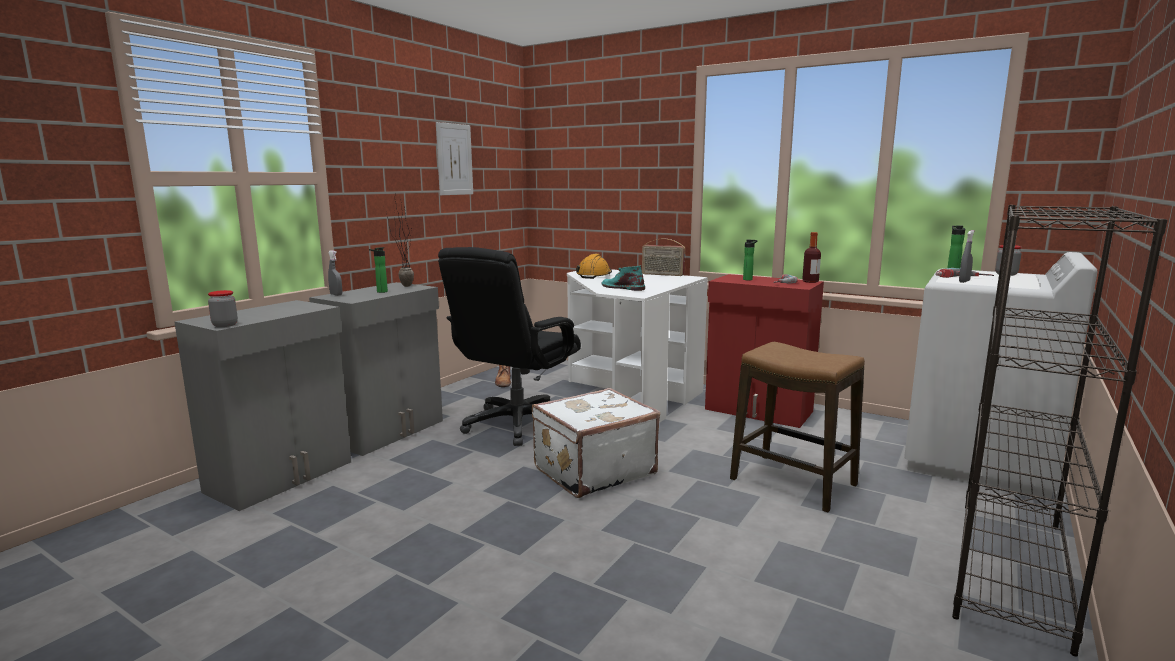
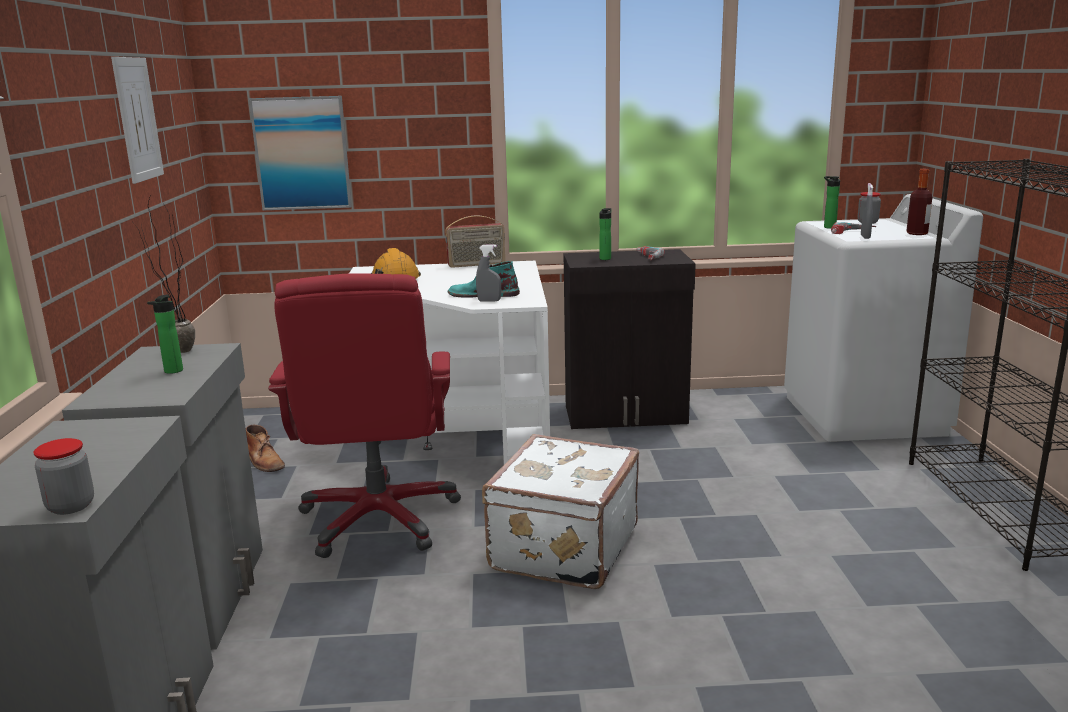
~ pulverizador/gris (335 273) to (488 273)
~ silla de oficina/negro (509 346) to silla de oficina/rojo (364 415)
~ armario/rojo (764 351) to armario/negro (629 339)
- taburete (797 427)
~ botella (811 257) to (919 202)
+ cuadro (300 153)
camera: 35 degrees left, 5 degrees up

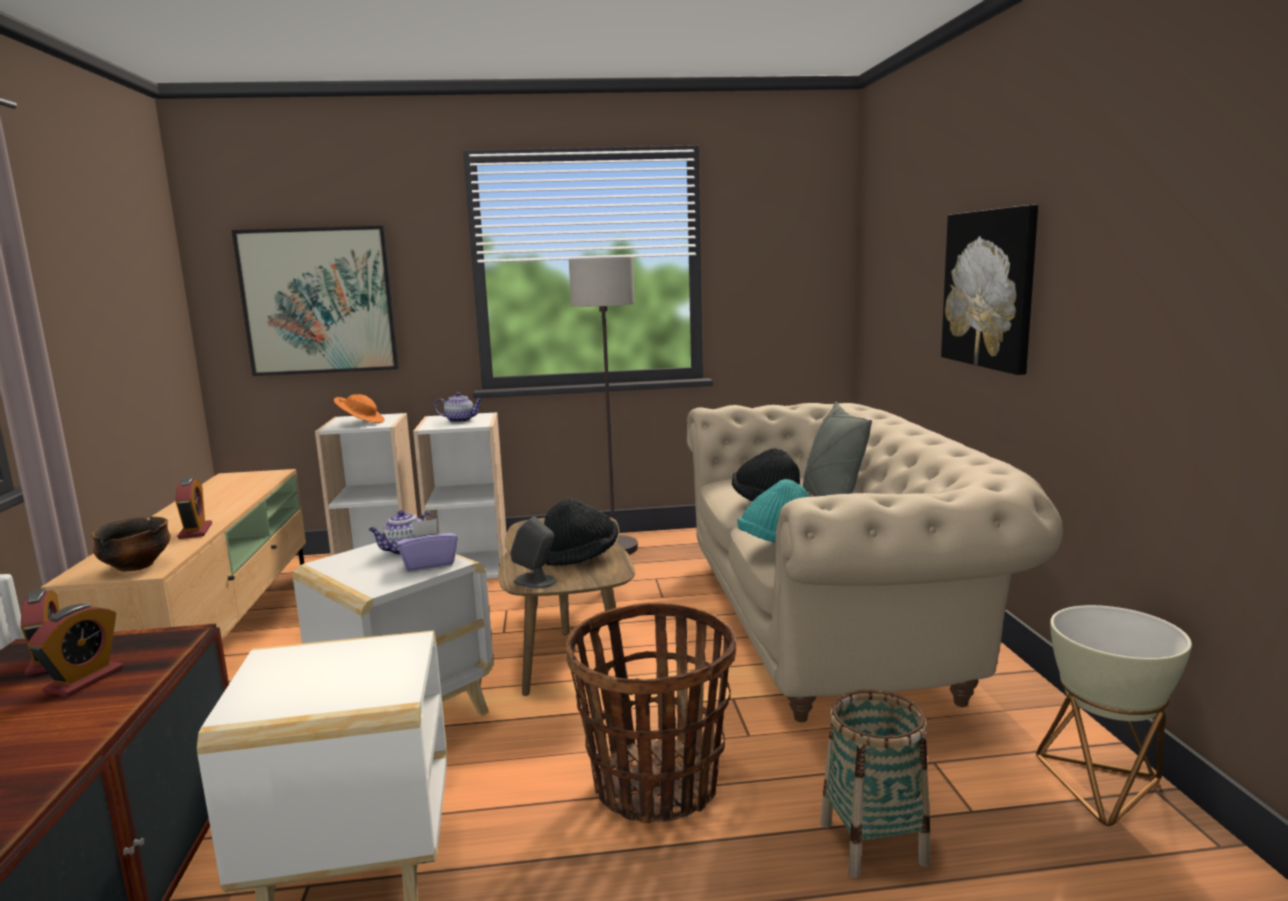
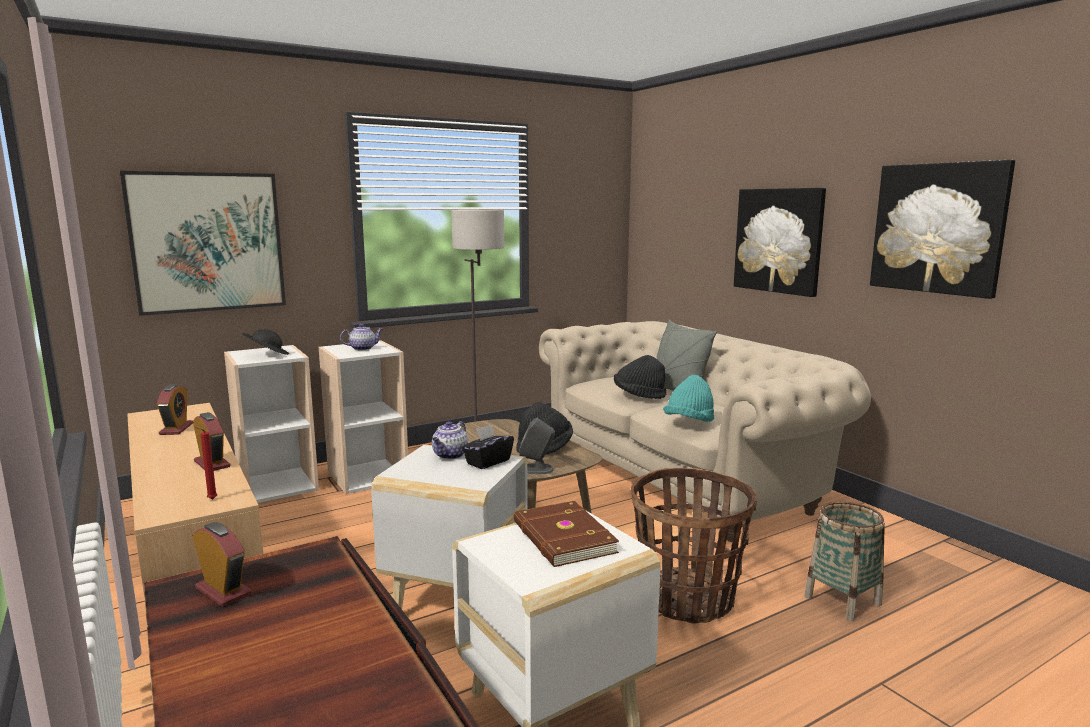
~ despertador (75 650) to (175 409)
~ cuenco (131 543) to vela/rojo (206 463)
~ sombrero/naranja (359 408) to sombrero/negro (265 342)
~ caja de pañuelos/morado (427 545) to caja de pañuelos/negro (488 447)
- maceta (1114 715)
+ libro/marrón (566 534)
+ cuadro (942 229)
camera: 25 degrees left, 0 degrees up

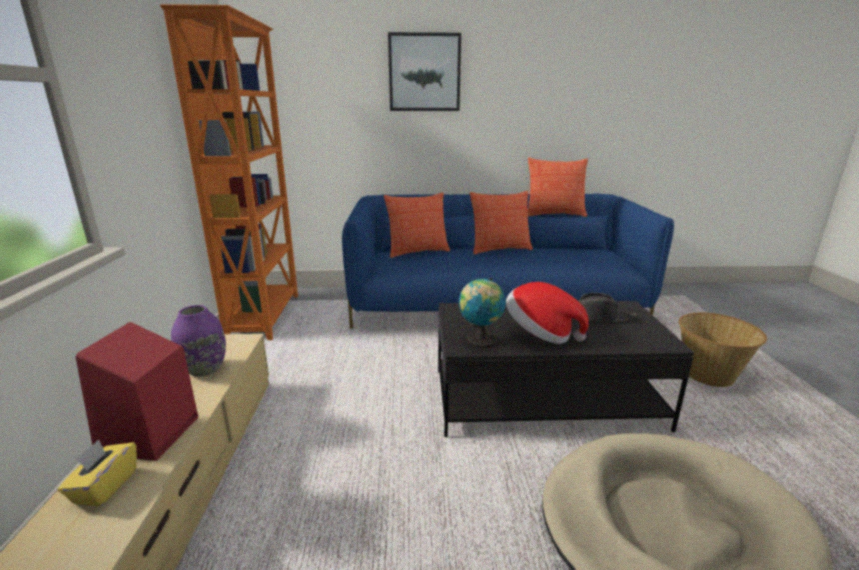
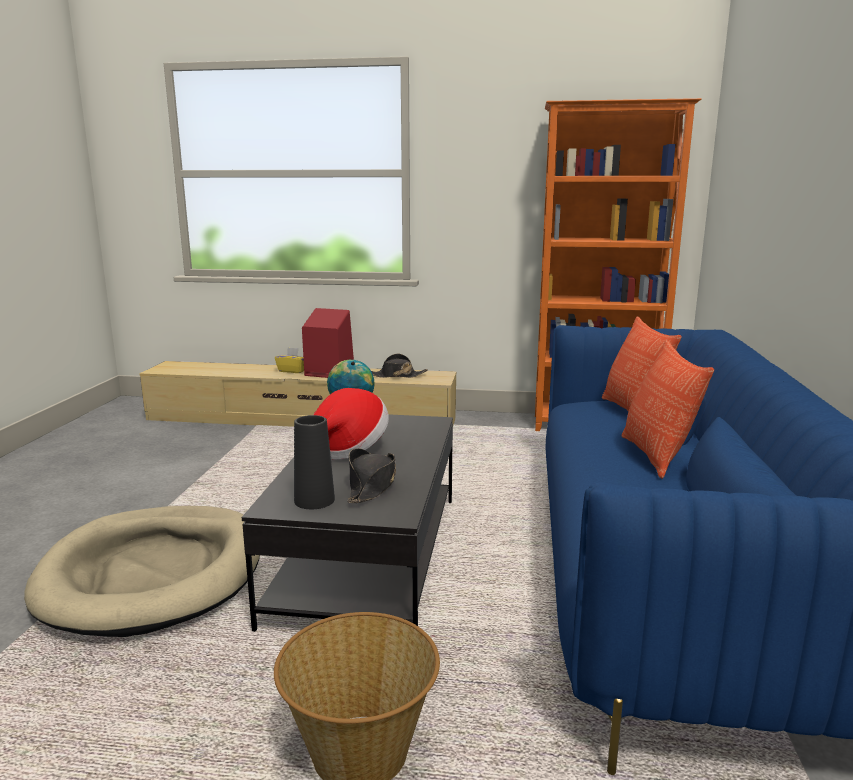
~ florero/morado (198 341) to sombrero/negro (400 366)
- cuadro (424 71)
- cojín/naranja (558 187)
+ florero/negro (314 462)
camera: 100 degrees right, 5 degrees down

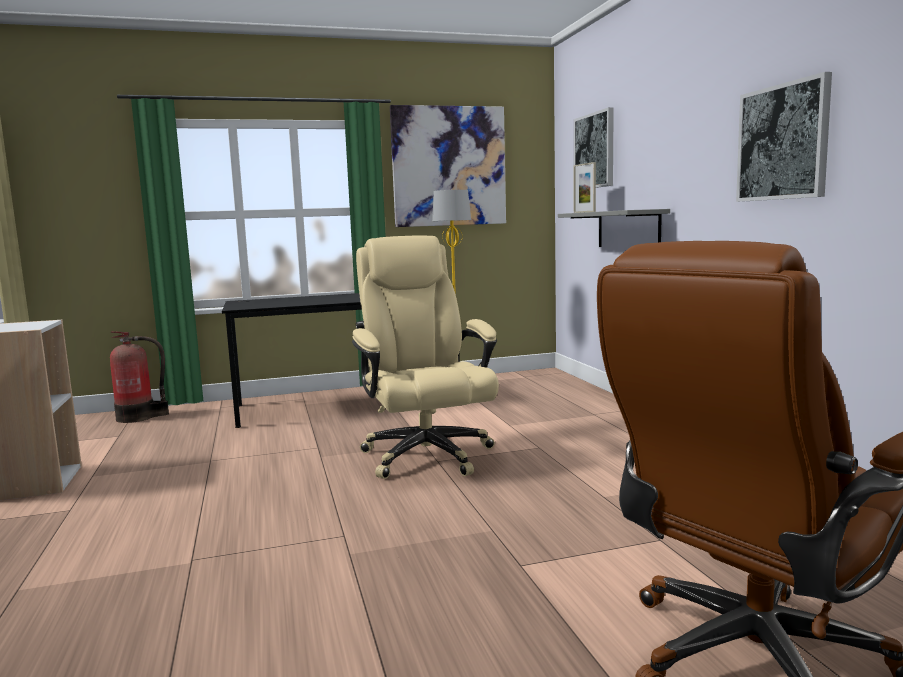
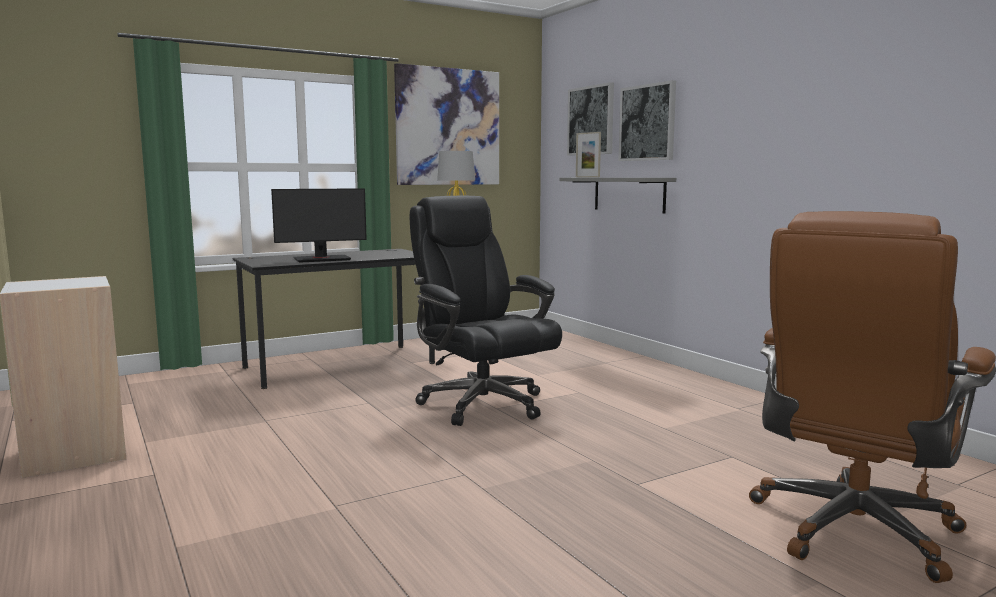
- extintor (139 377)
~ silla de oficina/beis (425 357) to silla de oficina/negro (486 311)
~ cuadro (784 137) to (647 120)
+ monitor (319 225)
camera: 15 degrees left, 0 degrees up

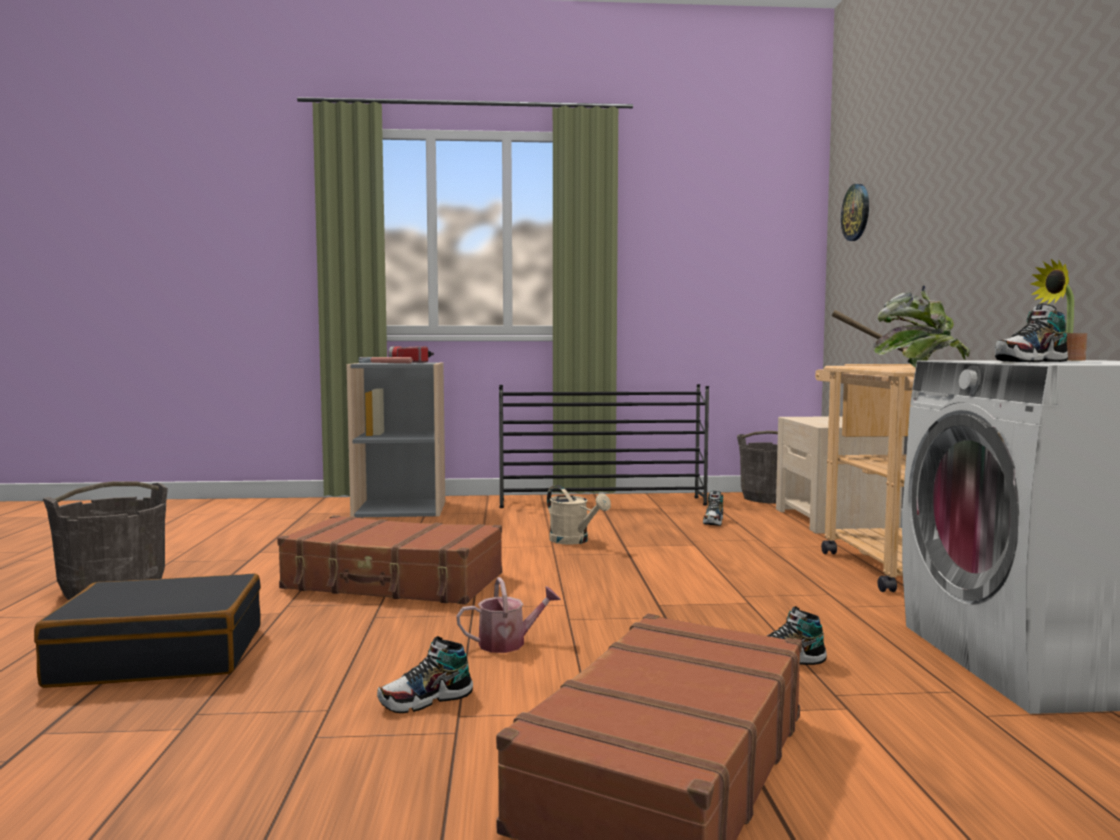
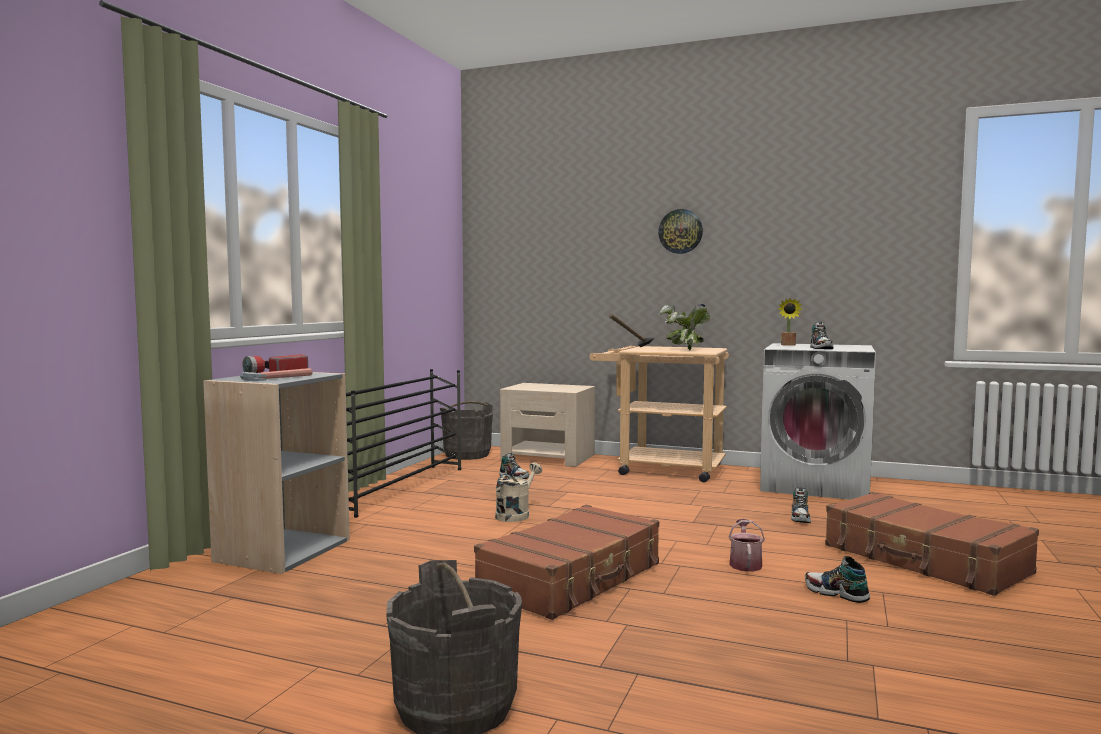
- maleta/negro (147 630)
~ zapato (425 674) = (837 579) 135 degrees clockwise
~ regadera/beis (579 515) = (518 492) 45 degrees counterclockwise
~ reloj de pared (855 212) to (680 231)
camera: 65 degrees left, 0 degrees up

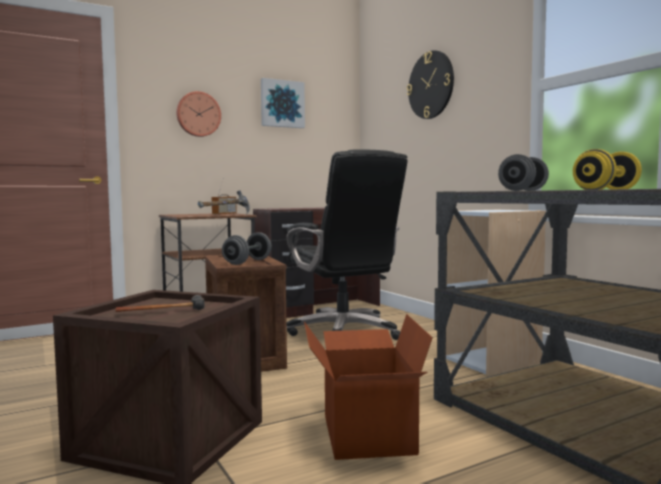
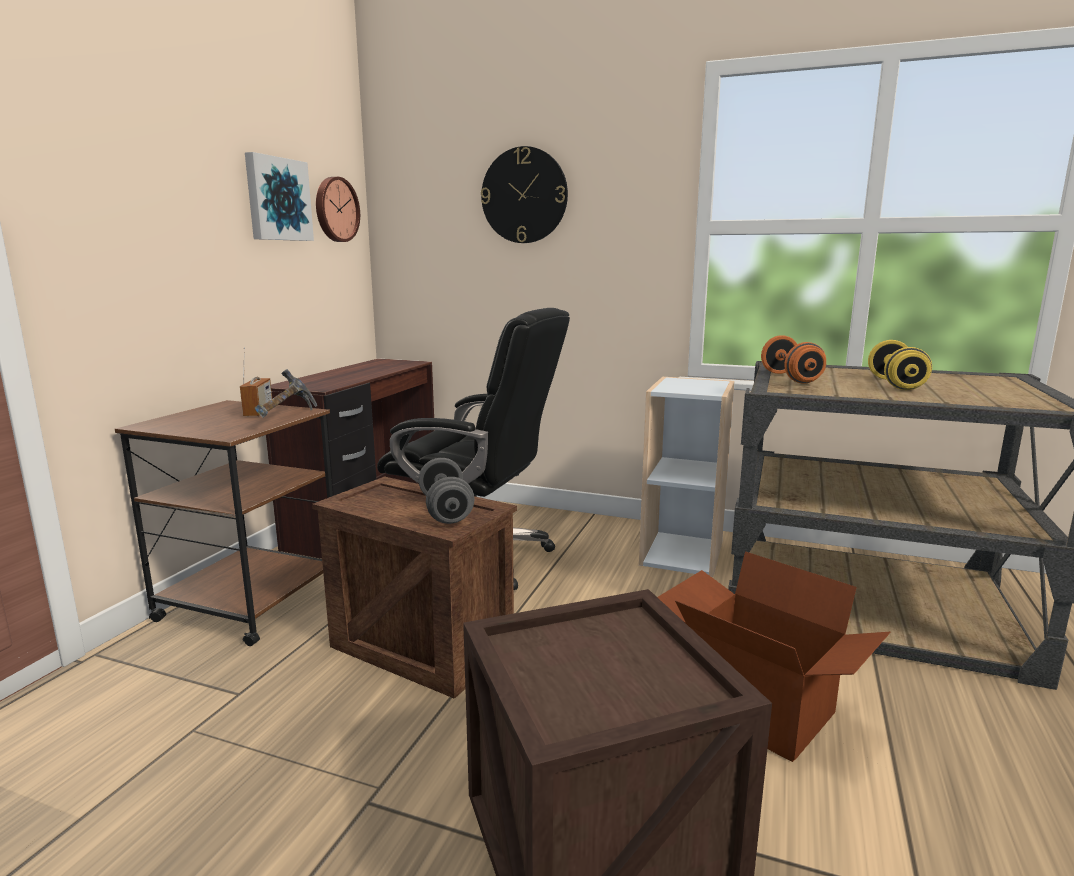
- martillo (159 303)
~ reloj de pared (198 114) to (338 209)
~ mancuerna/gris (523 172) to mancuerna/naranja (793 359)
camera: 40 degrees left, 10 degrees up

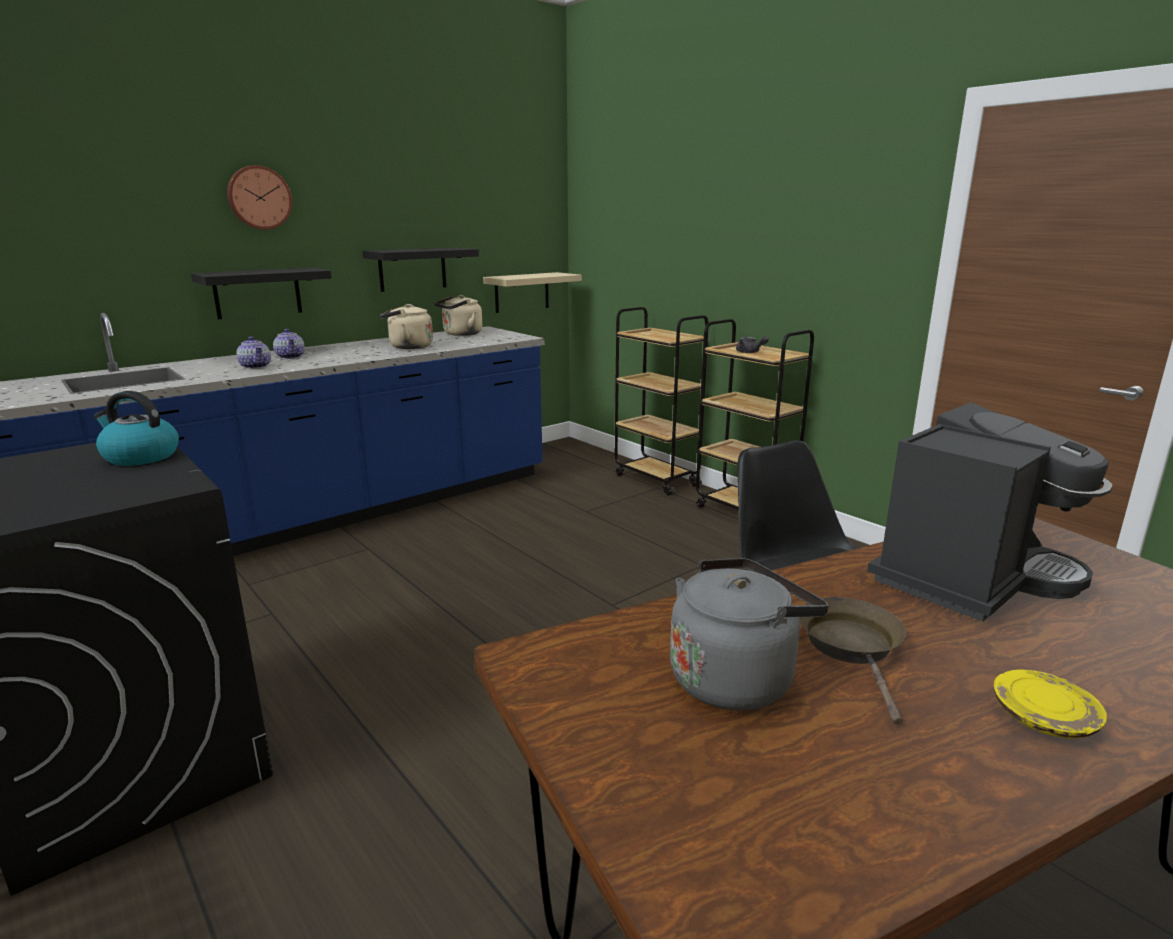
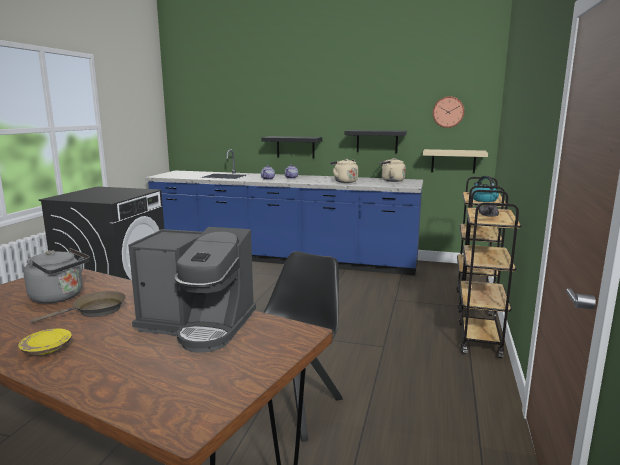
~ hervidor (136 428) to (485 189)
~ reloj de pared (259 197) to (448 112)
camera: 55 degrees right, 5 degrees down

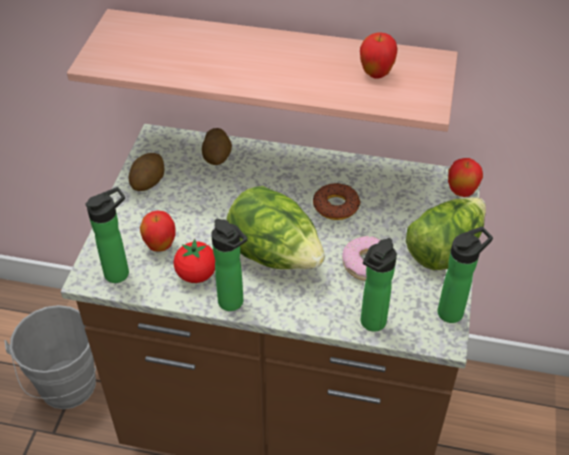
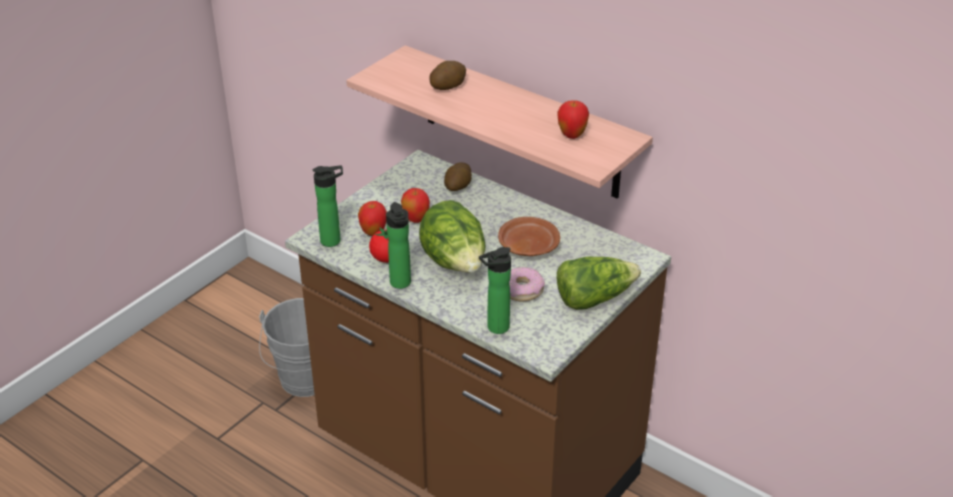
~ patata (146 172) to (447 75)
~ rosquilla (337 201) to plato/marrón (529 236)
- botella (465 275)
~ manzana (465 177) to (415 205)
camera: 25 degrees right, 10 degrees down

